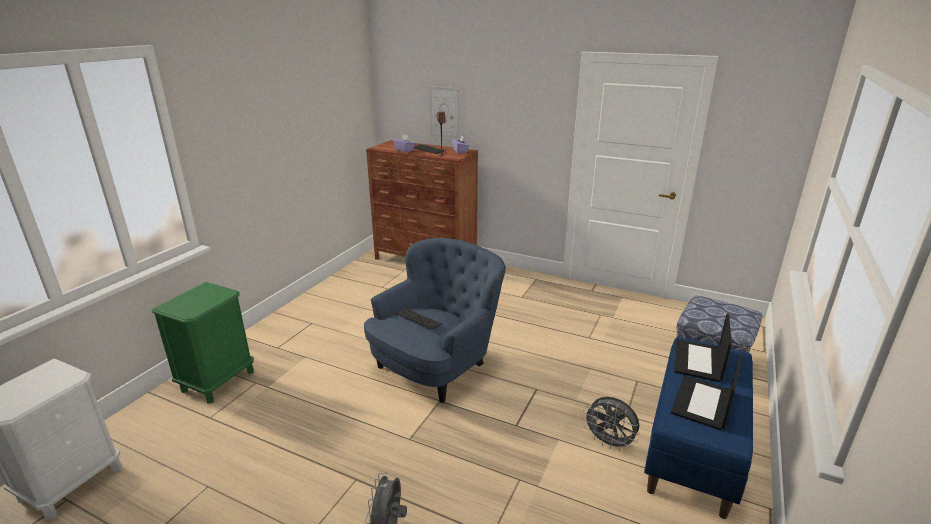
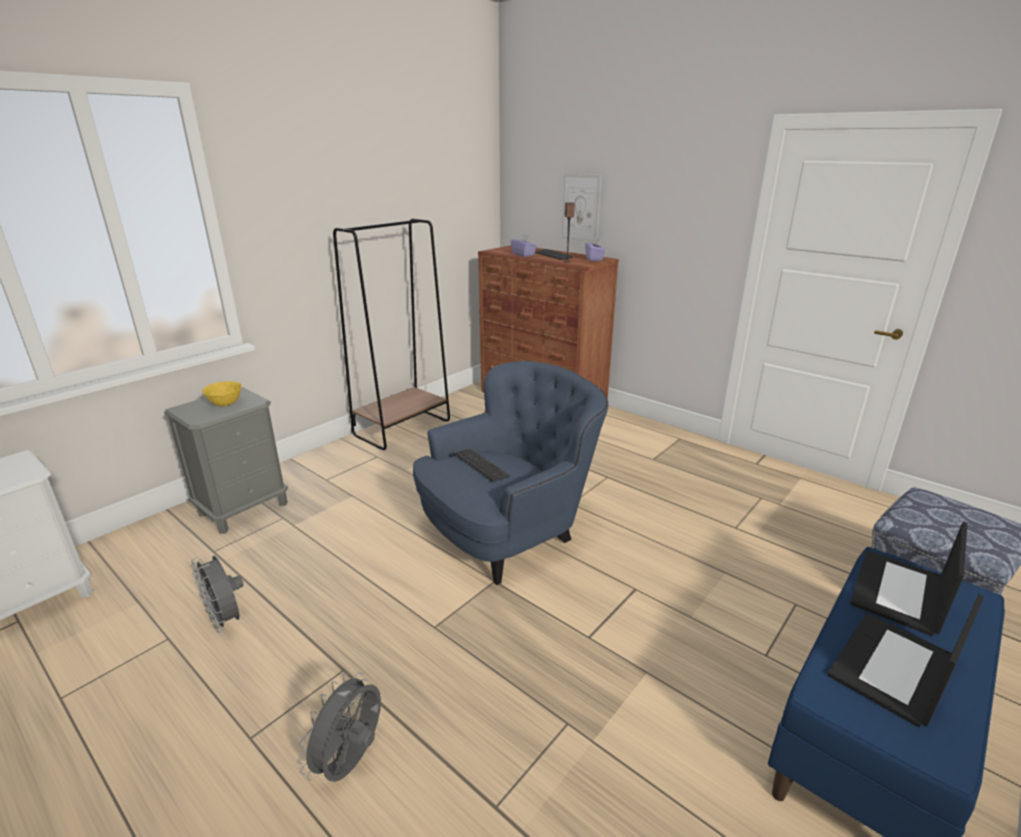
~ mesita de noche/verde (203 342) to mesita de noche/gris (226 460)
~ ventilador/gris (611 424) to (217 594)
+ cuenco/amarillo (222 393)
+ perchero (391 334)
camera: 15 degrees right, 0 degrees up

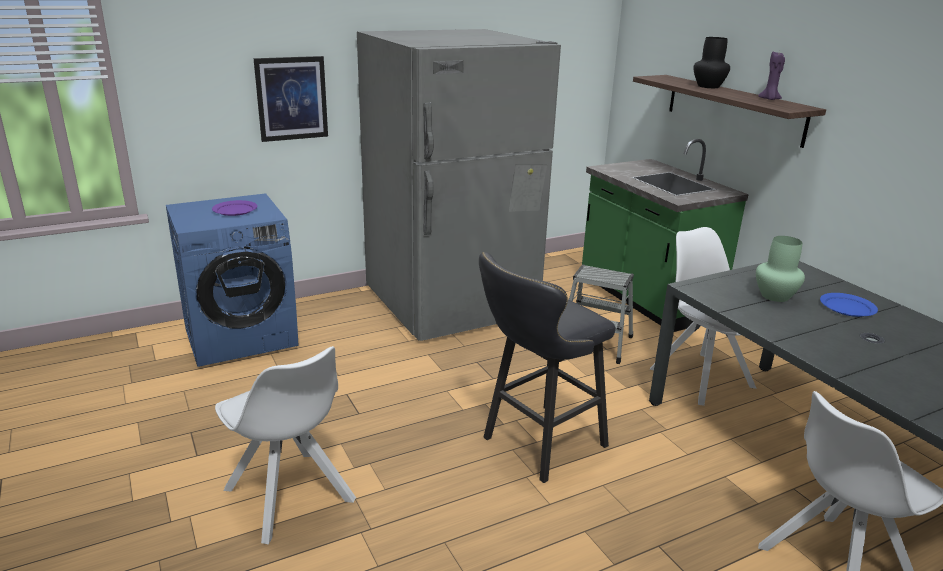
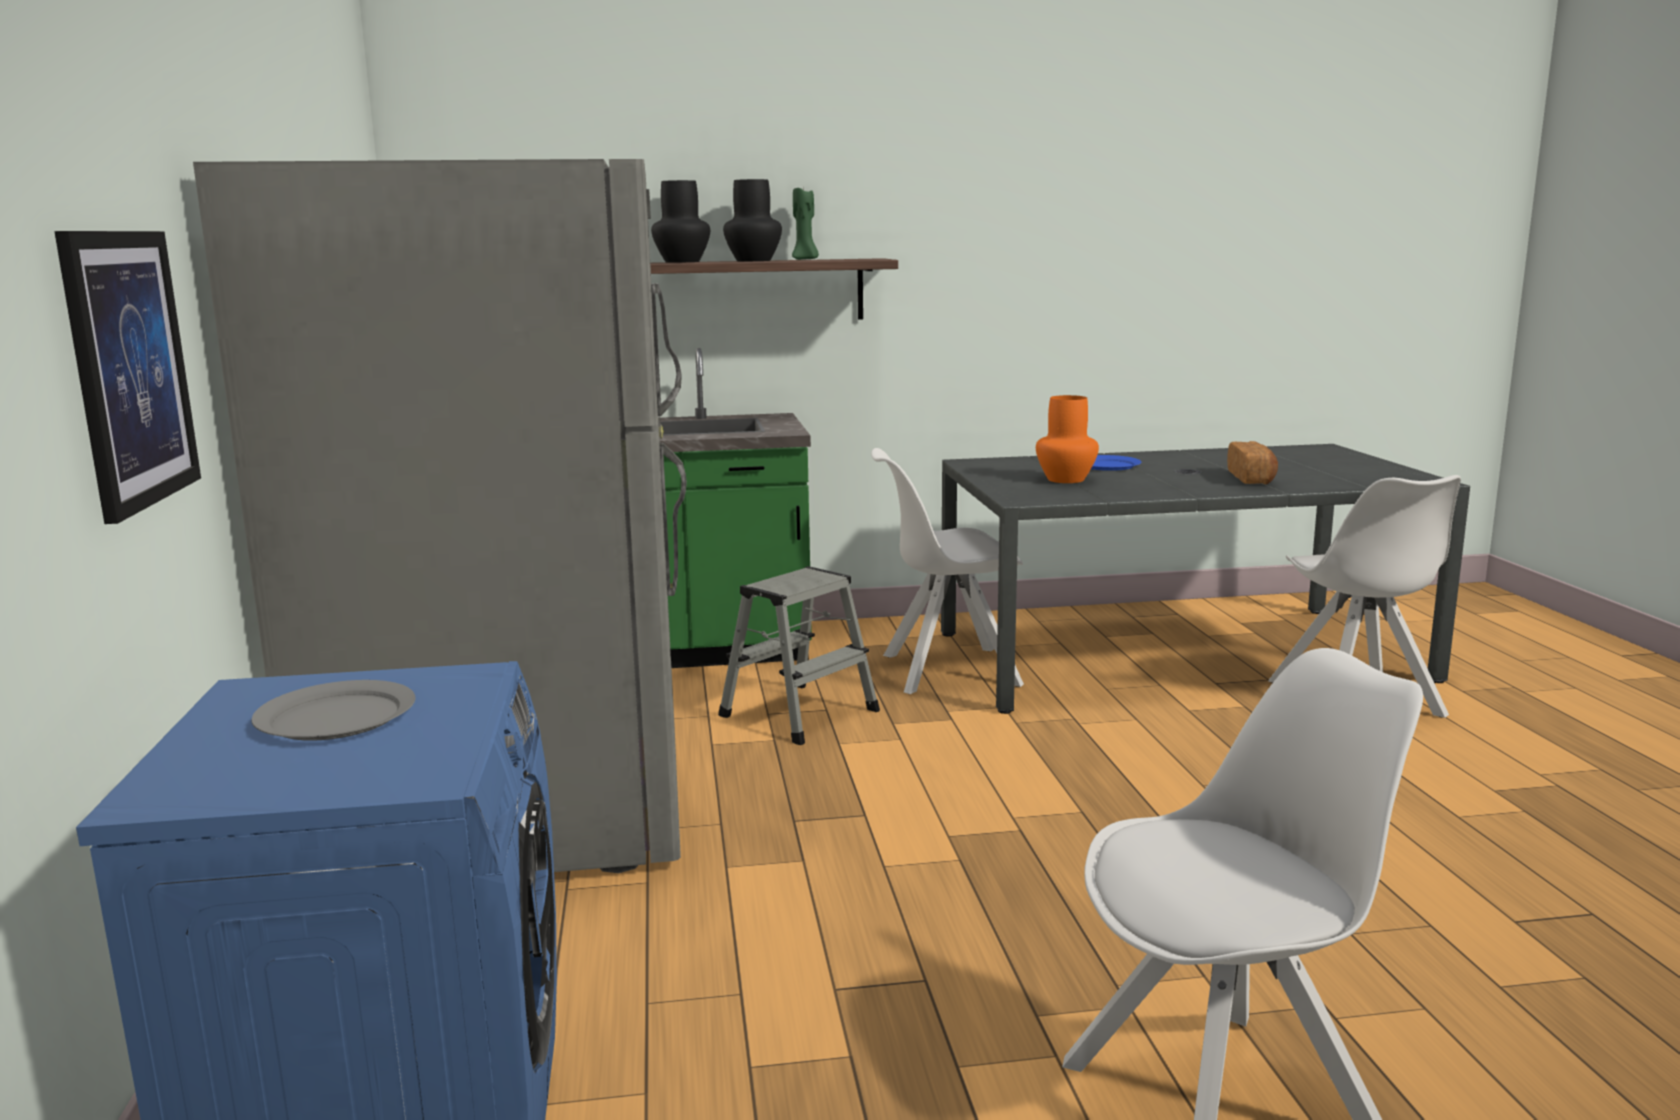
~ plato/morado (235 208) to plato/gris (333 710)
- taburete/negro (547 367)
~ florero/verde (780 269) to florero/naranja (1067 439)
~ vela/morado (771 75) to vela/verde (805 224)
+ florero/negro (752 220)
+ pan (1252 463)
camera: 70 degrees left, 10 degrees down

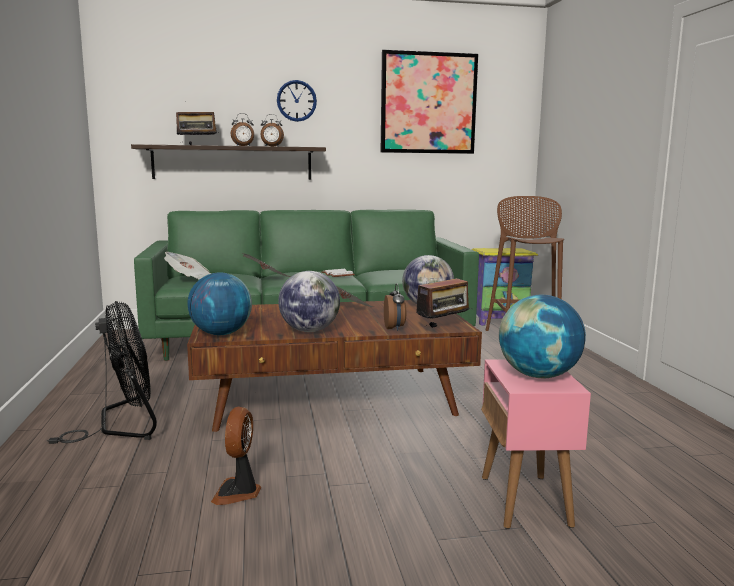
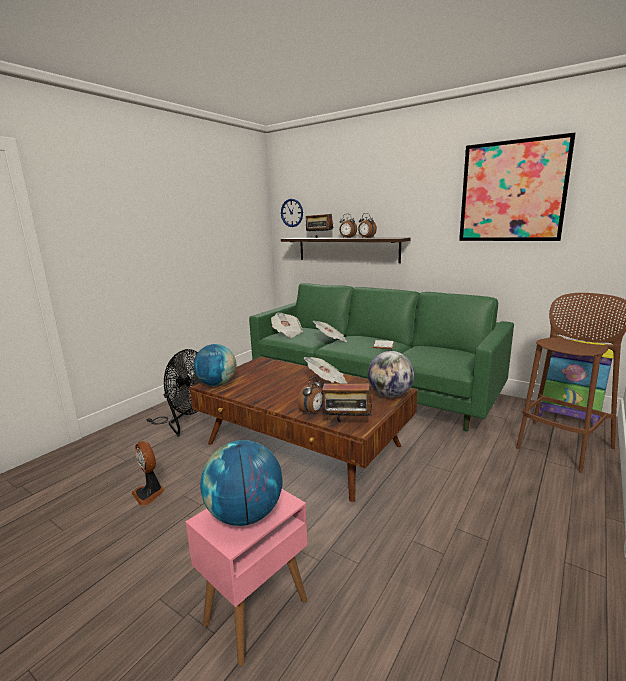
~ ventilador (236 456) = (148 473) 90 degrees counterclockwise
~ reloj de pared (297 101) to (292 213)
- globo terráqueo (309 301)
camera: 45 degrees right, 5 degrees up

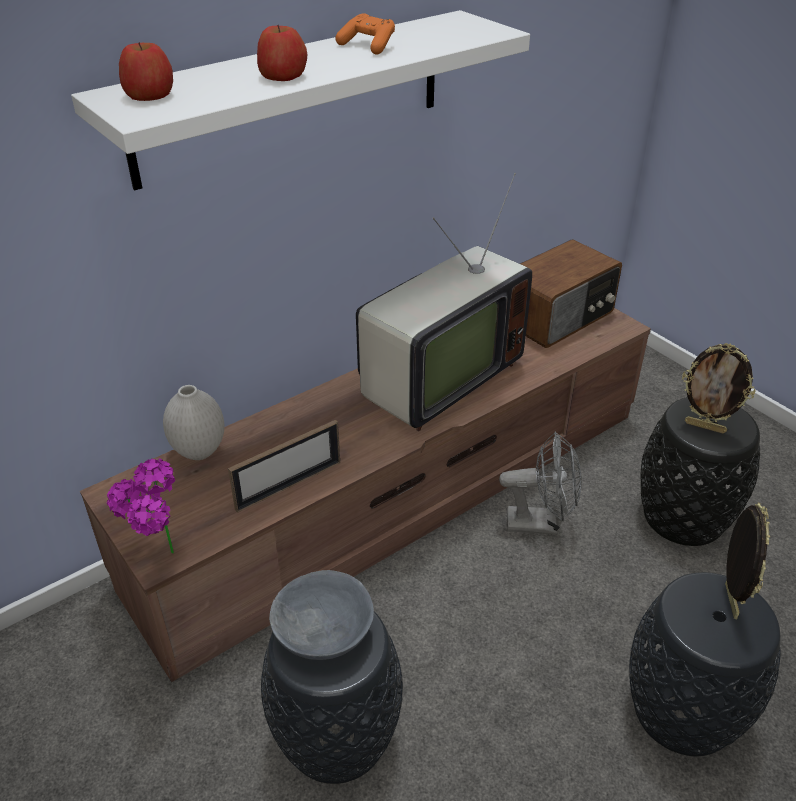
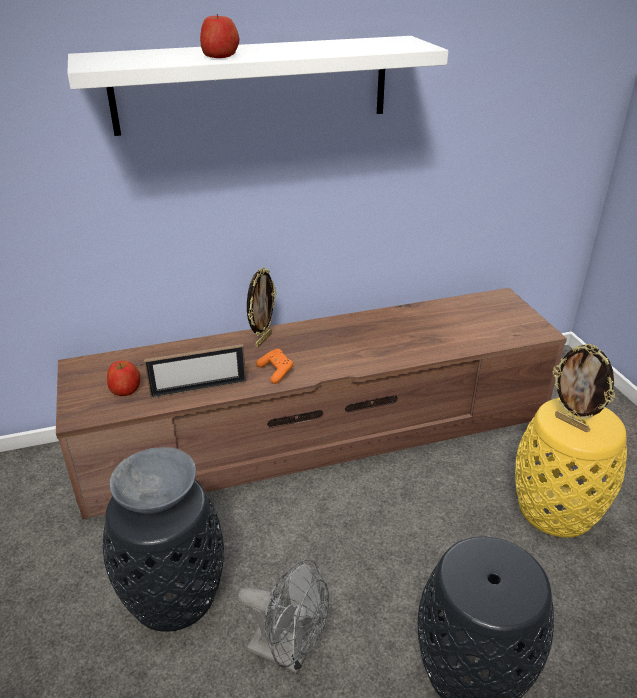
- planta en maceta (141 506)
~ manzana (146 71) to (123 378)
- florero/blanco (193 422)
~ mando de consola/naranja (365 34) to (275 366)
- televisor (444 302)
~ ventilador/gris (540 483) to (283 616)
- radio (571 293)
~ taburete/negro (700 471) to taburete/amarillo (571 468)
~ portarretratos (747 561) to (262 307)
camera: 20 degrees right, 5 degrees down

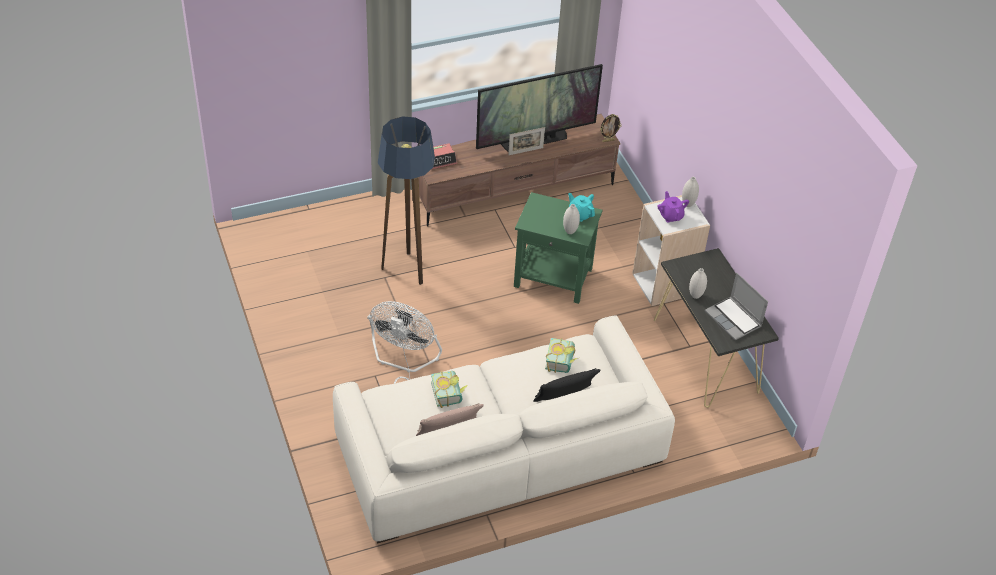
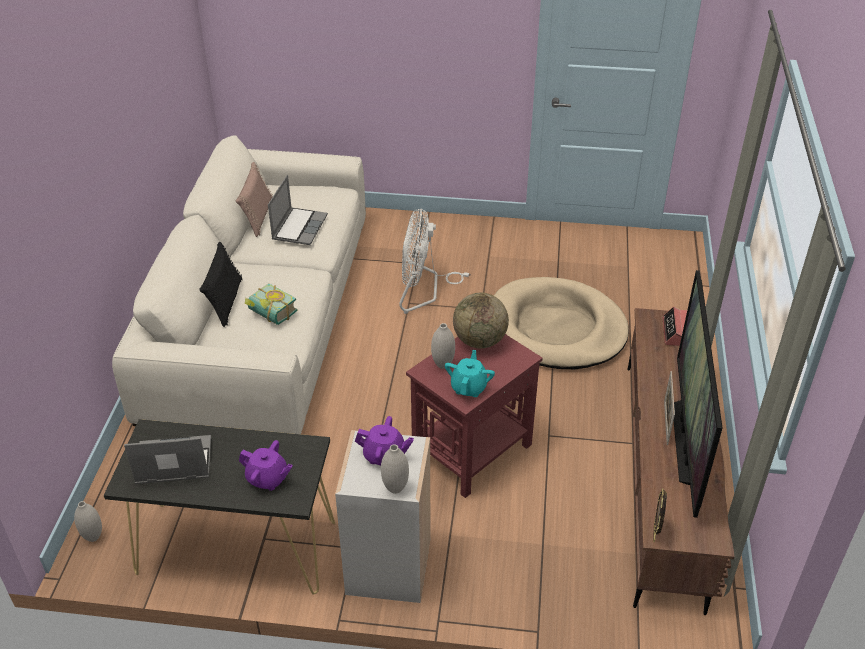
~ ventilador/blanco (404 342) = (434 261) 135 degrees clockwise
~ lámpara de pie (406 200) to cama para perro/beis (561 323)
~ libro (449 389) to portátil (298 210)
~ mesa auxiliar/verde (558 248) to mesa auxiliar/rojo (474 416)
~ tetera/turquesa (581 207) = (470 373) 60 degrees counterclockwise
~ florero/blanco (698 283) to (88 521)
+ tetera/morado (266 465)
+ globo terráqueo (481 321)
camera: 120 degrees right, 5 degrees down

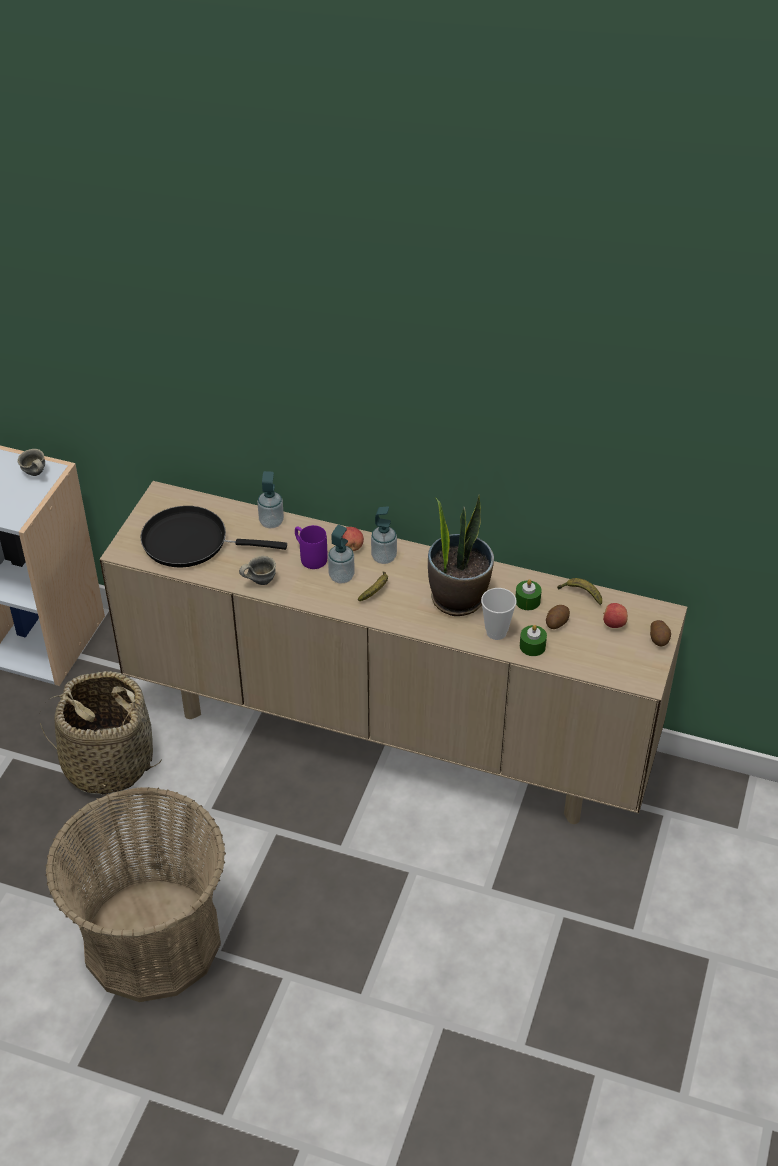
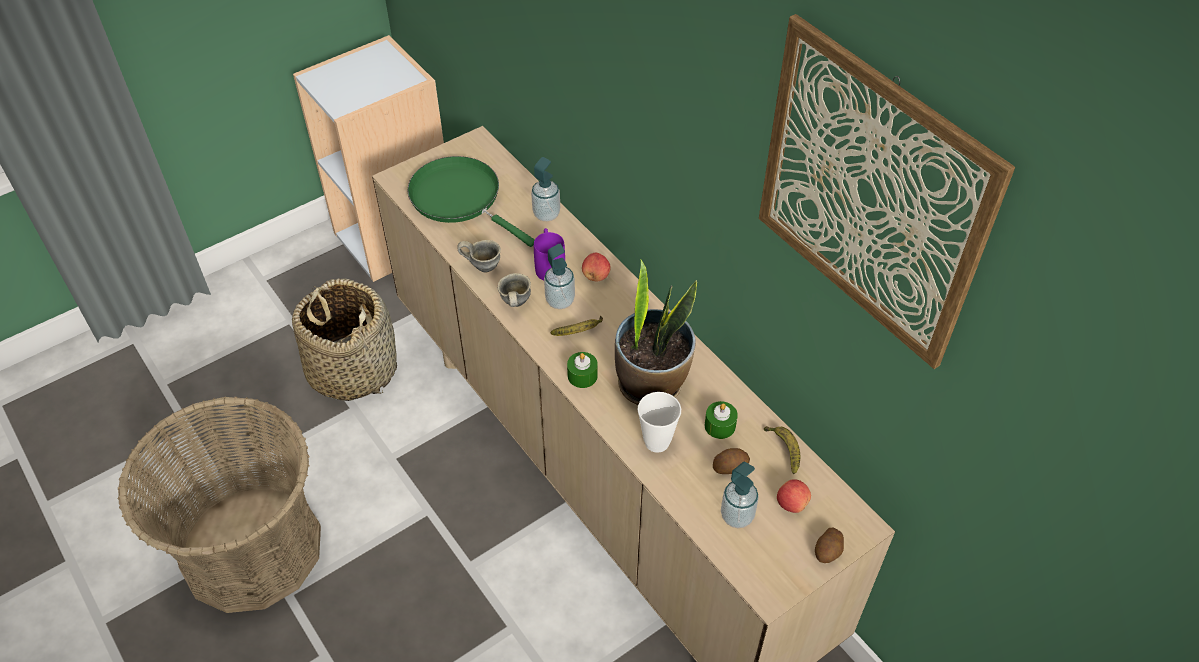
~ taza grande/gris (31 462) to (514 290)
~ sartén/negro (214 537) to sartén/verde (471 201)
~ dispensador de jabón (384 535) to (740 495)
~ vela/verde (533 640) to (582 370)
+ cuadro (887 191)
camera: 35 degrees right, 5 degrees up

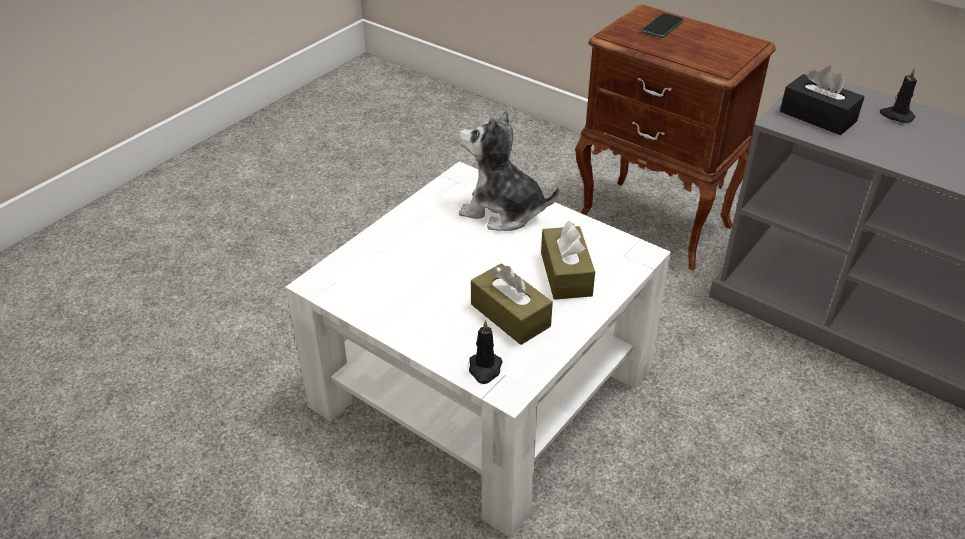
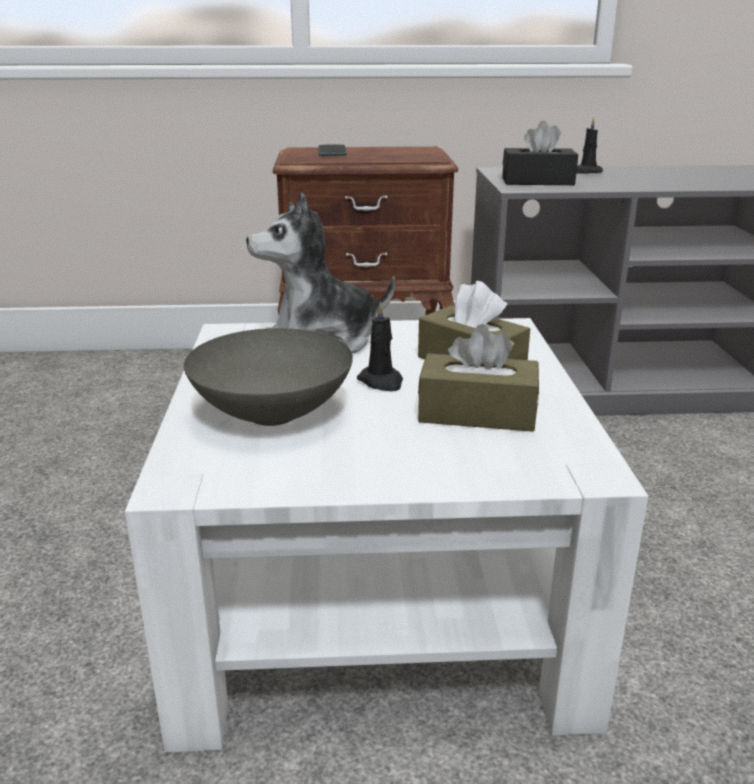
~ vela/negro (486 352) to (380 346)
+ cuenco/gris (268 377)
camera: 40 degrees left, 15 degrees down

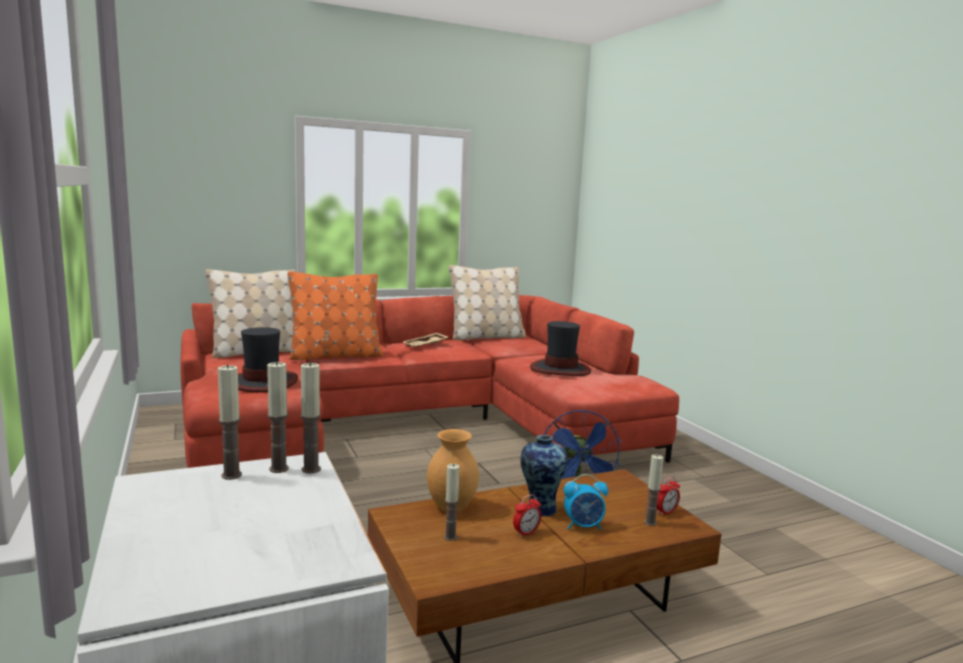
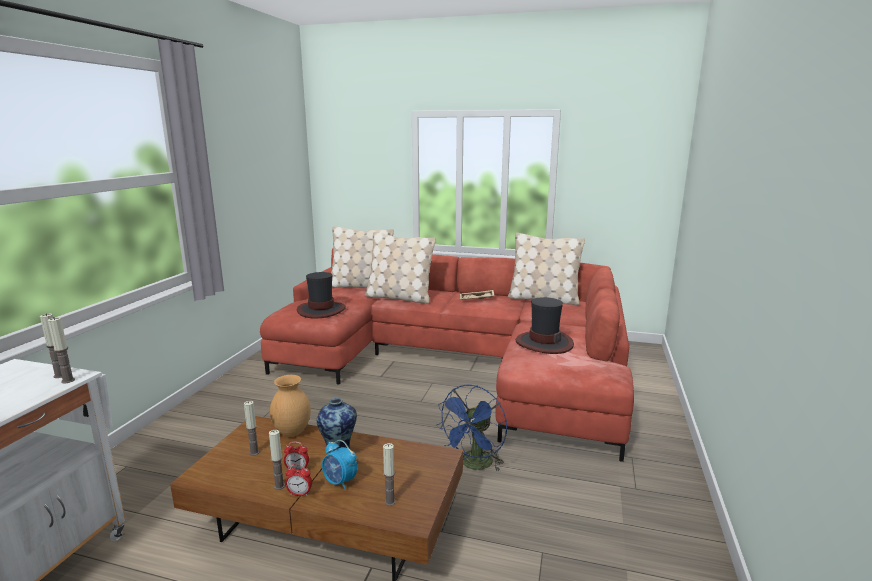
~ vela (230 422) to (277 460)
~ cojín/naranja (335 316) to cojín/beis (400 268)
~ despertador (668 496) to (298 480)
camera: 40 degrees right, 5 degrees up

